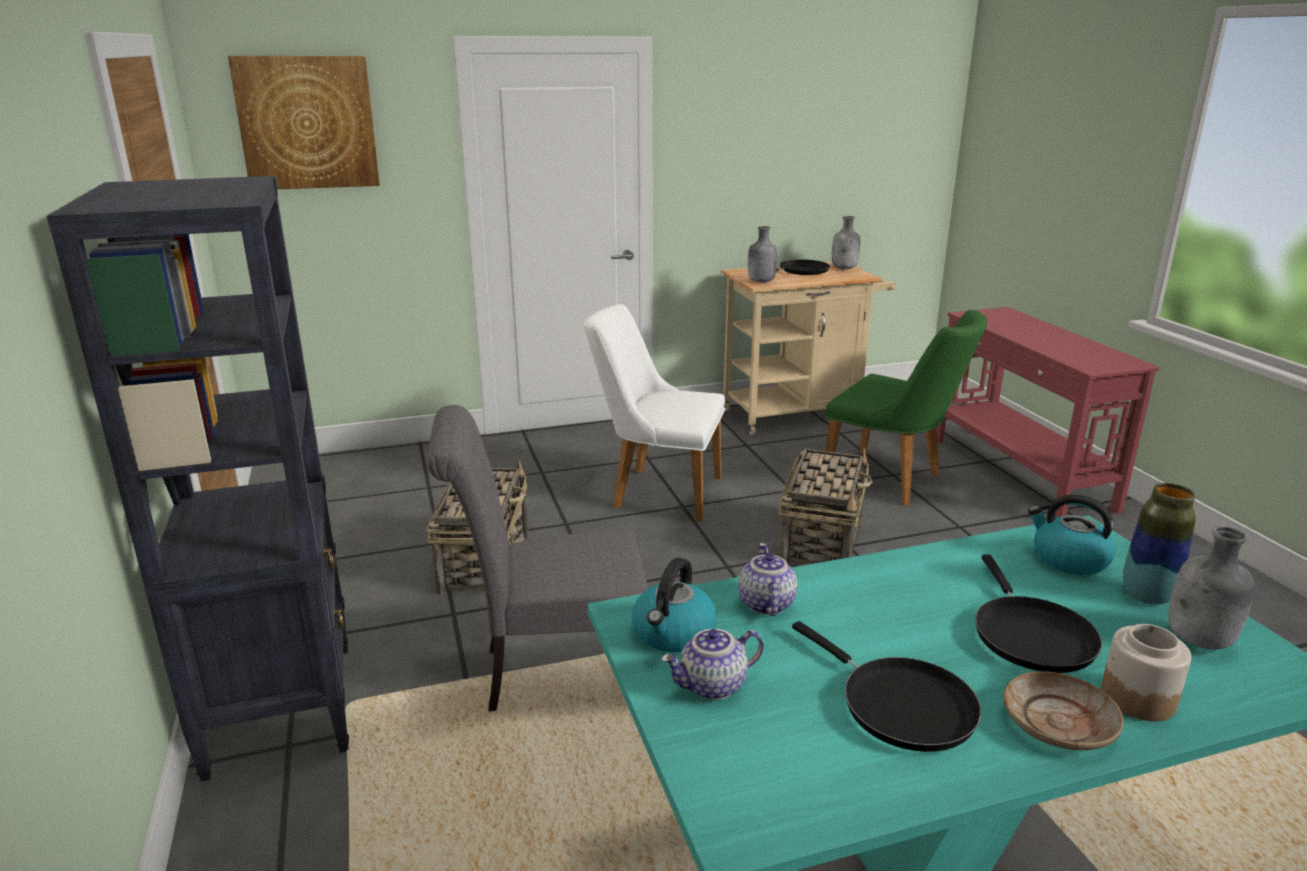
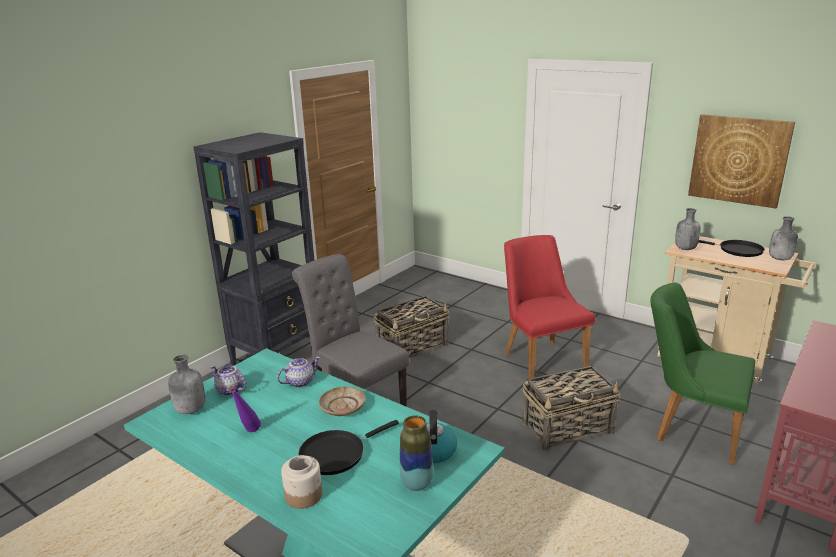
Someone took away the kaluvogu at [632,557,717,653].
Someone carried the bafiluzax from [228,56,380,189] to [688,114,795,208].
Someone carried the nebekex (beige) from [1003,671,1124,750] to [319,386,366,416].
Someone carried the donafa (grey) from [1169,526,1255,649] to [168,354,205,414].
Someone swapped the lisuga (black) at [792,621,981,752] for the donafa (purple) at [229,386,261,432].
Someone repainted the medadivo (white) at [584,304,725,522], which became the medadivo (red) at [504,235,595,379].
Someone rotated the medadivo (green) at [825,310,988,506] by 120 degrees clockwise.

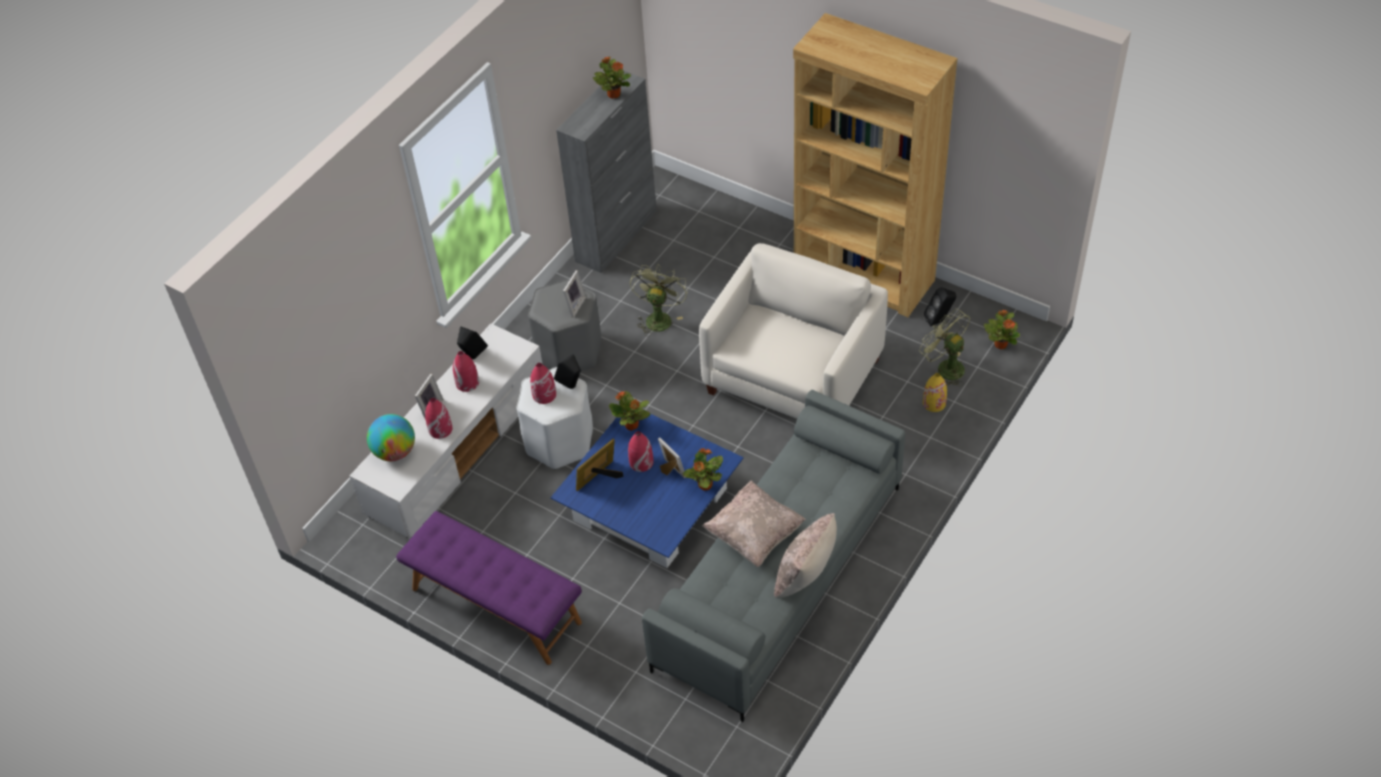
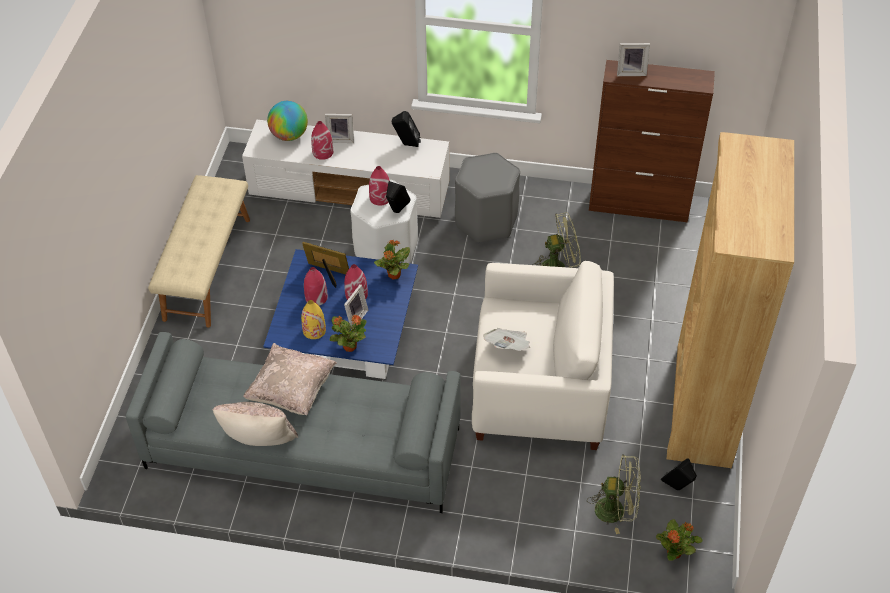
Someone took away the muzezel at [593,56,631,99].
Someone put down the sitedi at [483,328,530,351].
Someone carried the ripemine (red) from [453,351,479,392] to [304,267,328,306].
Someone carried the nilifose from [563,270,586,318] to [617,43,650,76].
Someone carried the ripemine (yellow) from [923,373,947,412] to [301,300,326,339].
Someone repainted the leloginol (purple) at [396,511,582,665], which became the leloginol (beige) at [148,175,250,328].
Someone repainted the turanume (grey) at [556,71,657,273], which became the turanume (brown) at [589,60,715,222].
Someone rotated the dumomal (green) at [919,309,970,386] by 75 degrees clockwise.

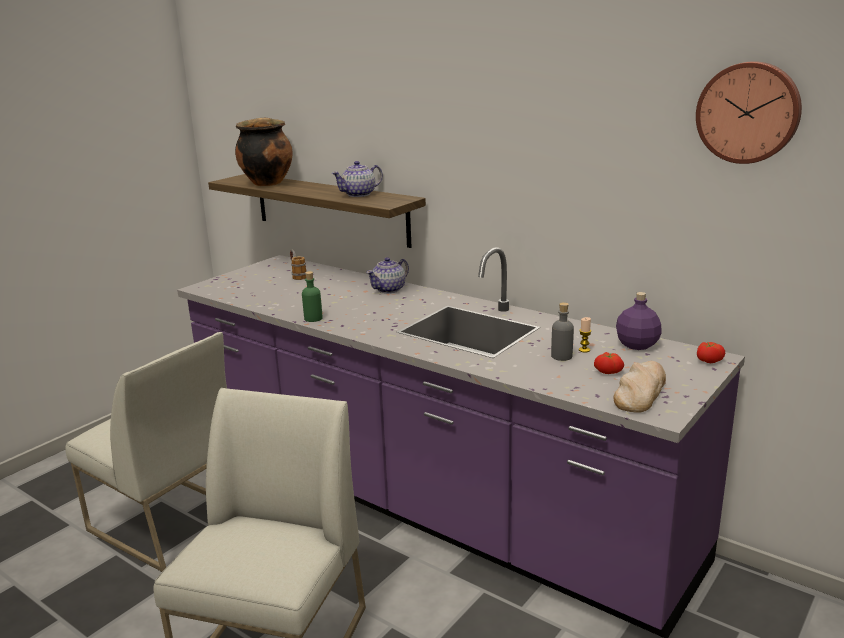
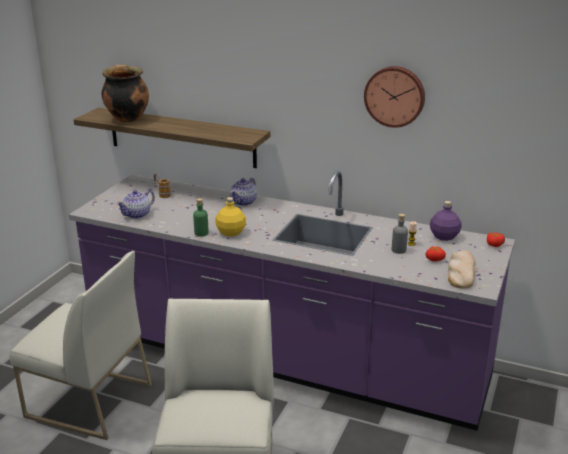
Someone put down the donafa (yellow) at [215,197,246,236].
Someone carried the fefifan from [332,161,383,197] to [116,190,155,219].
Someone carried the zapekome from [696,61,802,164] to [364,66,425,128].

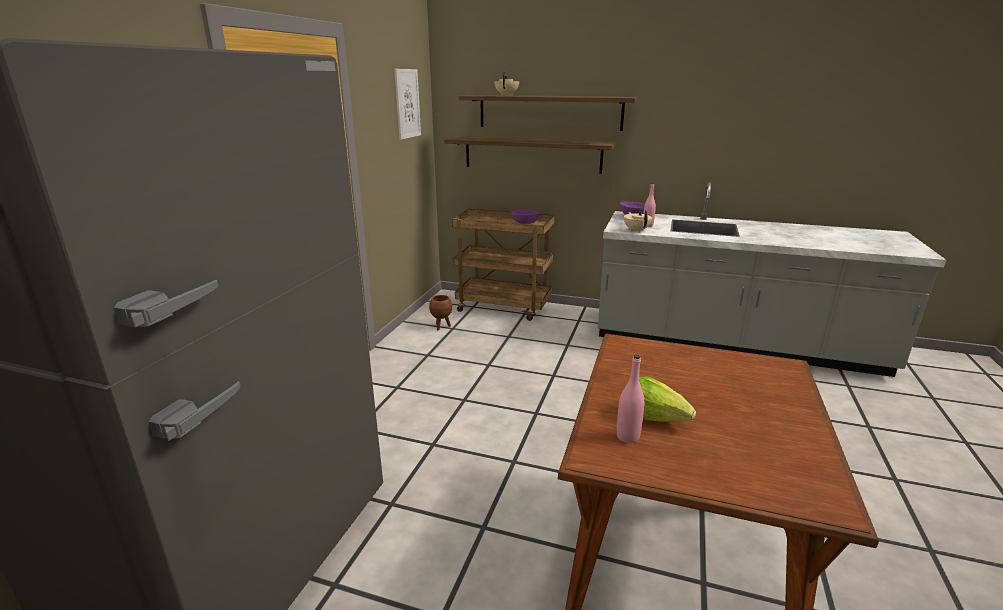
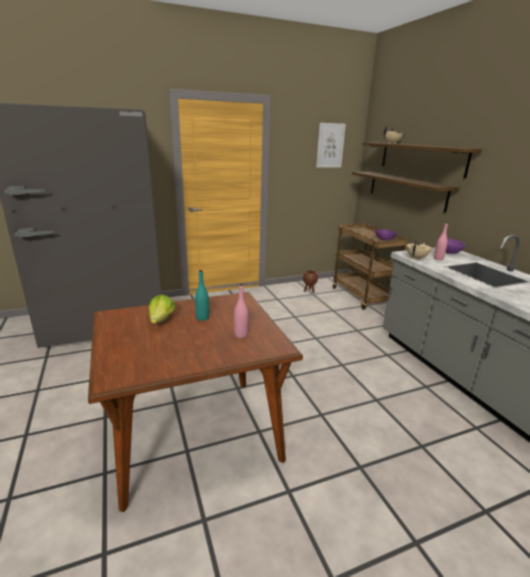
Someone put down the donafa (turquoise) at [195,270,209,321].
Someone carried the donafa (pink) from [617,354,644,443] to [234,284,249,338].

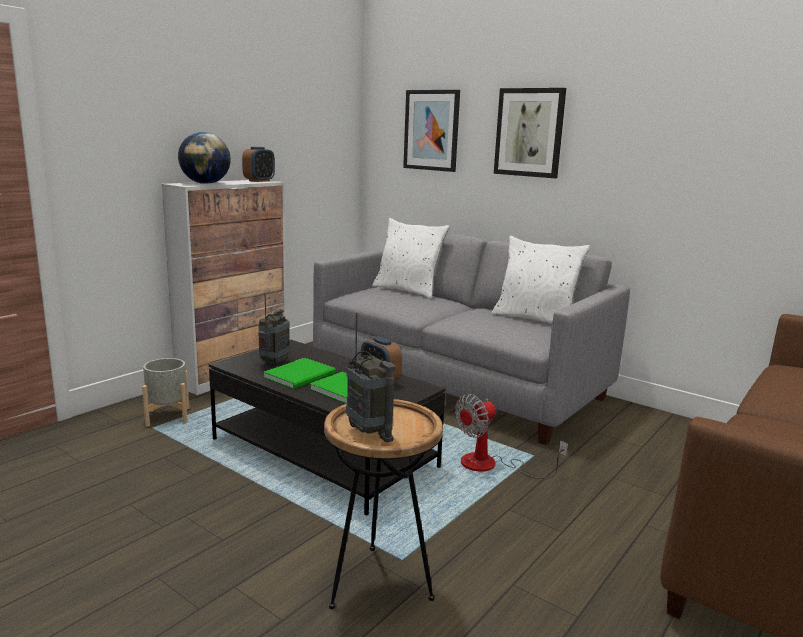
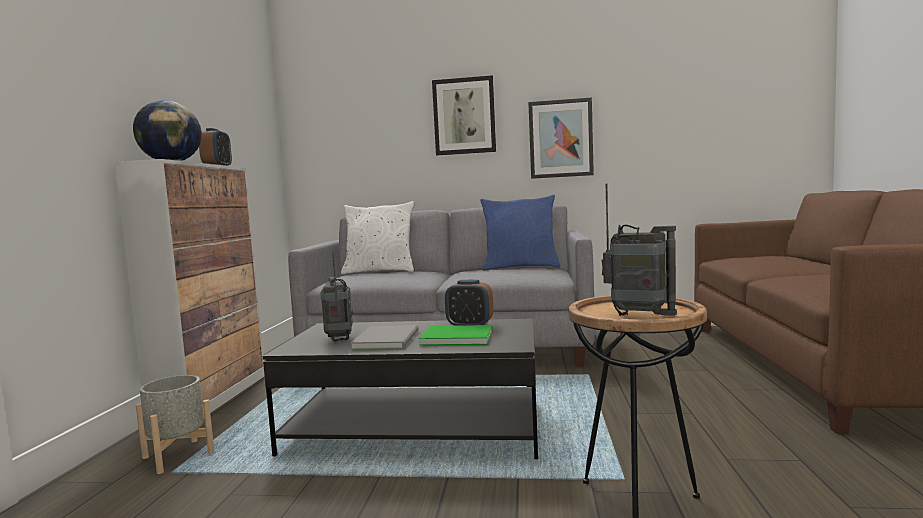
Someone took away the dumomal at [455,394,568,479].
Someone carried the bafiluzax from [403,90,460,172] to [528,98,594,179].
Someone repainted the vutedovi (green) at [263,358,336,389], which became the vutedovi (grey) at [351,325,418,350].
Someone repainted the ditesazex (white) at [492,236,590,324], which became the ditesazex (blue) at [480,195,560,271].

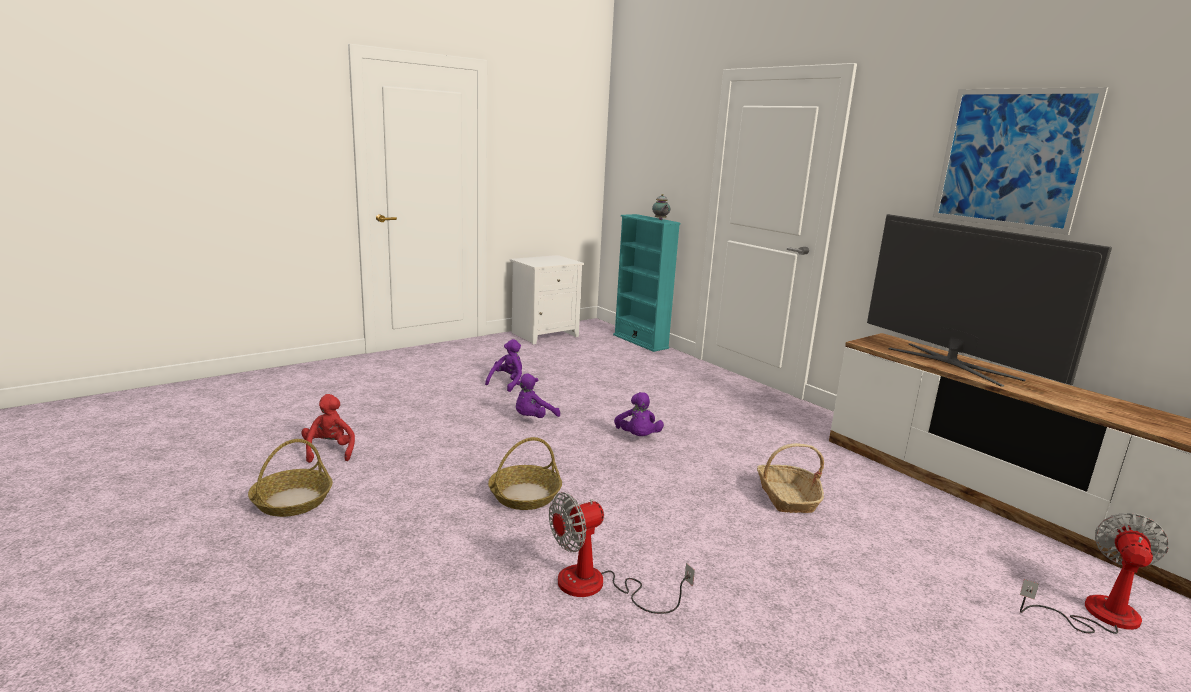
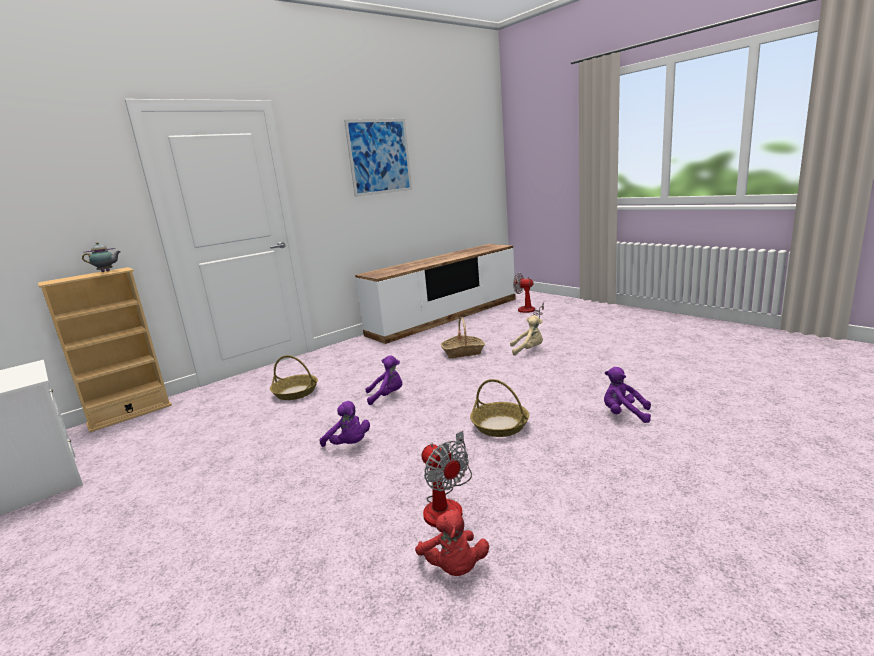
Someone took away the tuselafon at [867,214,1112,387].
Someone put down the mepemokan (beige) at [510,315,543,355].
Someone carried the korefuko from [248,439,333,517] to [270,355,318,400].
Someone carried the mepemokan (purple) from [485,339,522,392] to [604,367,651,423].
Someone carried the dumomal from [549,492,695,614] to [421,431,472,527].
Someone repainted the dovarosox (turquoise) at [613,214,681,352], which became the dovarosox (beige) at [38,267,172,433].
Someone rotated the mepemokan (red) at [301,394,355,463] by 90 degrees counterclockwise.

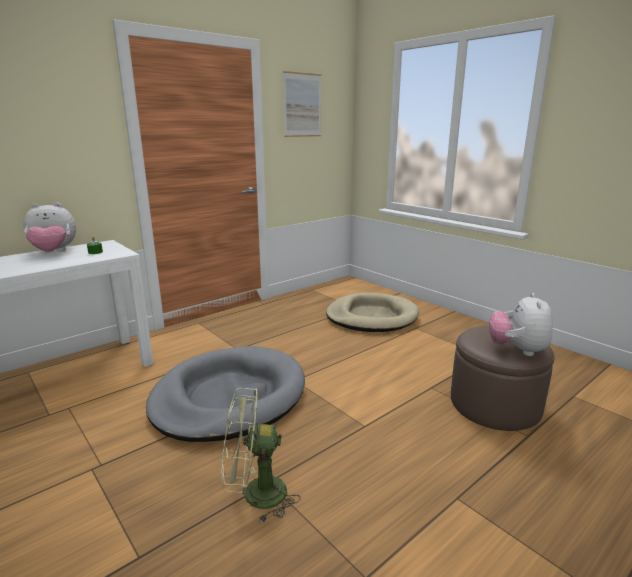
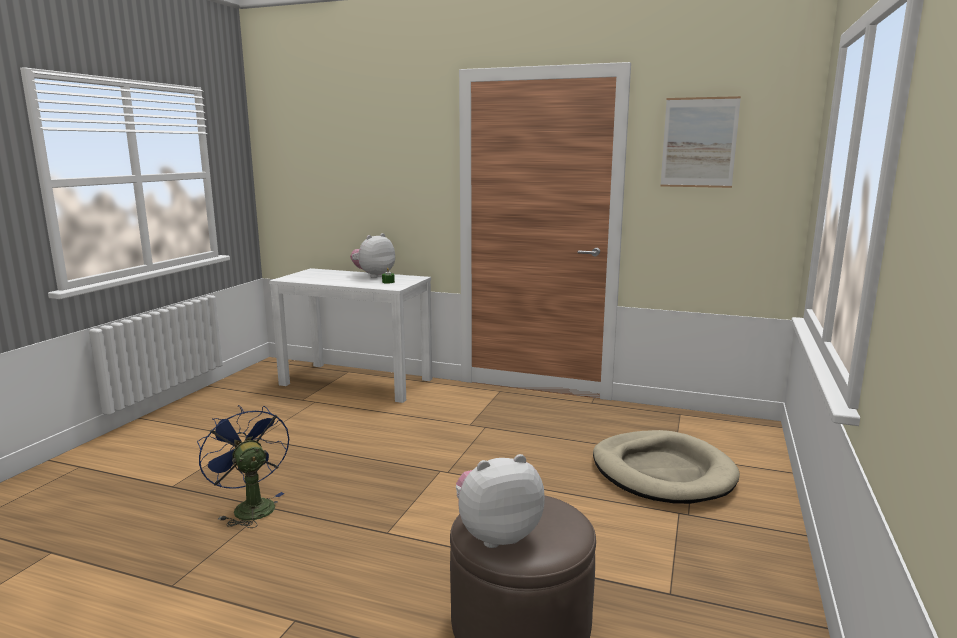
Someone took away the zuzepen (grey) at [146,346,305,442].
Someone repainted the dumomal (green) at [221,388,300,523], which became the dumomal (blue) at [197,405,289,528].
Someone rotated the mepemokan at [23,203,76,252] by 90 degrees clockwise.

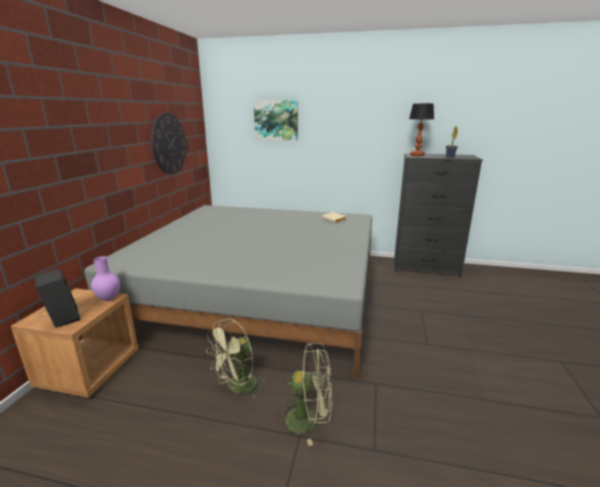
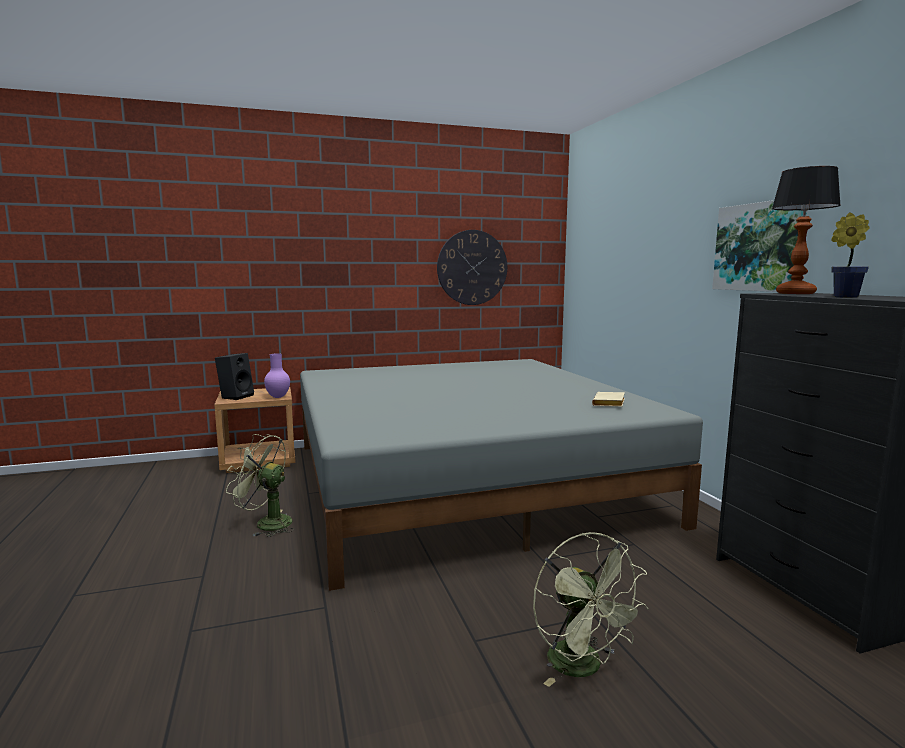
Someone carried the bafiluzax from [254,100,298,141] to [712,200,807,292].
Someone carried the dumomal (green) from [278,343,332,446] to [533,532,649,687].

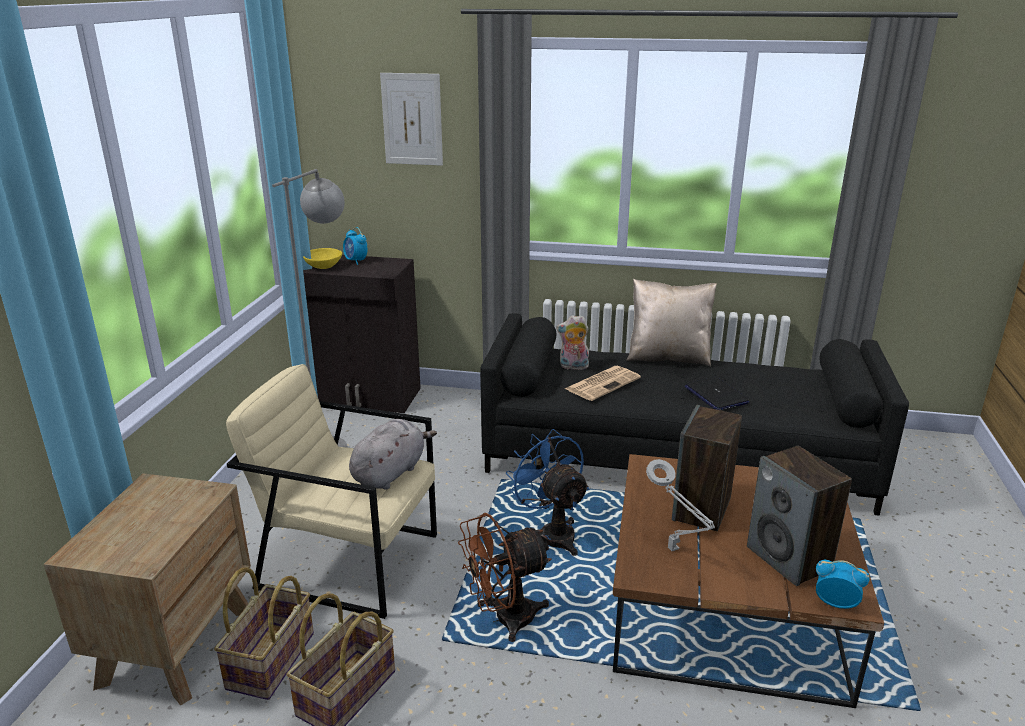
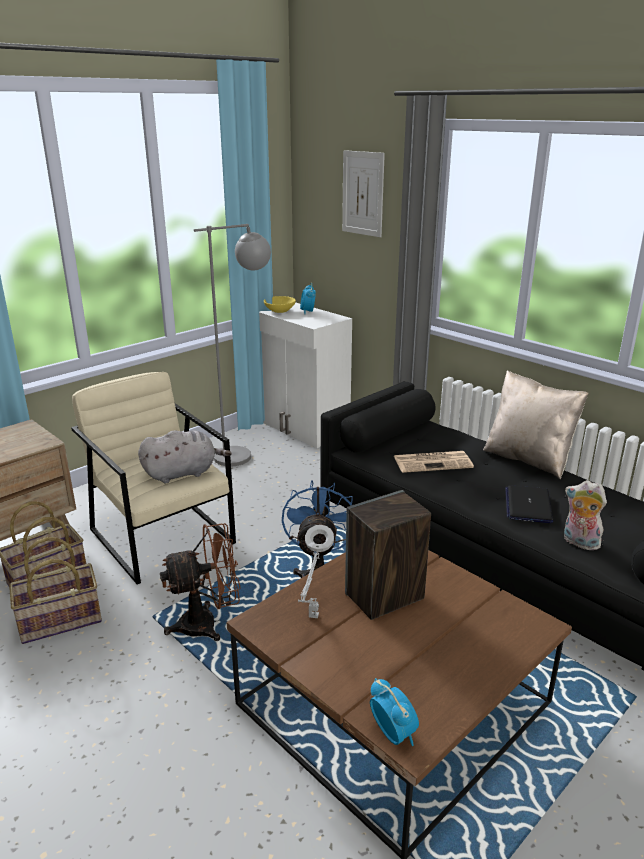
Someone took away the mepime at [747,446,852,586].
Someone carried the mepemokan from [556,315,589,370] to [564,480,607,550].
Someone repainted the turanume (black) at [303,255,421,413], which became the turanume (white) at [259,302,352,448].
Someone rotated the dumomal (brown) at [458,513,552,642] by 150 degrees clockwise.

